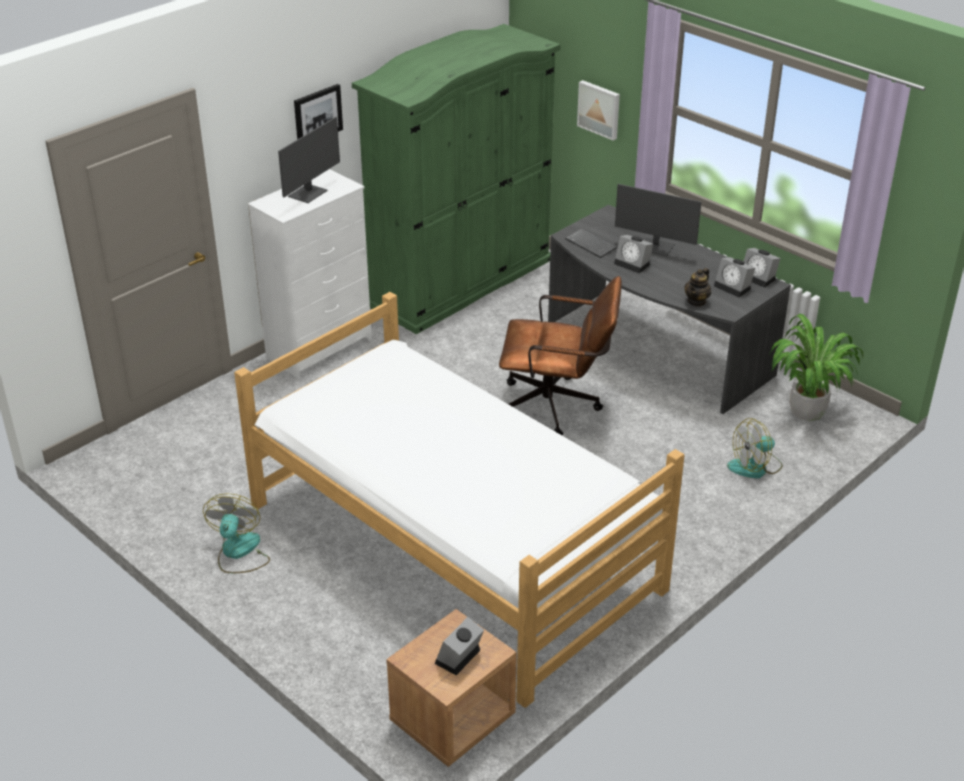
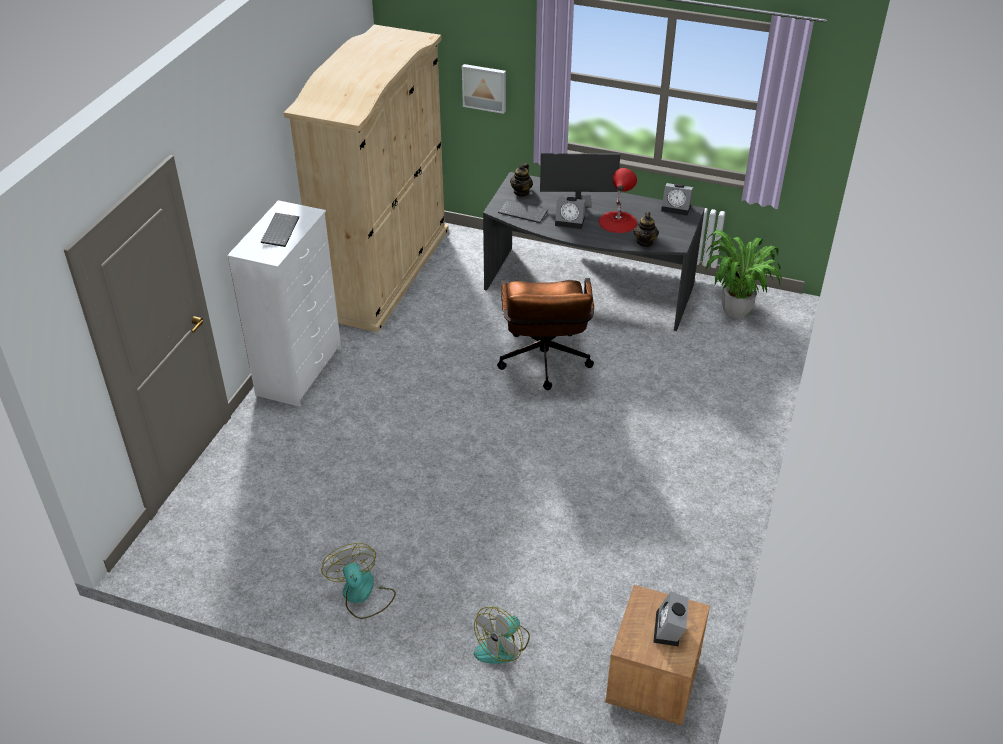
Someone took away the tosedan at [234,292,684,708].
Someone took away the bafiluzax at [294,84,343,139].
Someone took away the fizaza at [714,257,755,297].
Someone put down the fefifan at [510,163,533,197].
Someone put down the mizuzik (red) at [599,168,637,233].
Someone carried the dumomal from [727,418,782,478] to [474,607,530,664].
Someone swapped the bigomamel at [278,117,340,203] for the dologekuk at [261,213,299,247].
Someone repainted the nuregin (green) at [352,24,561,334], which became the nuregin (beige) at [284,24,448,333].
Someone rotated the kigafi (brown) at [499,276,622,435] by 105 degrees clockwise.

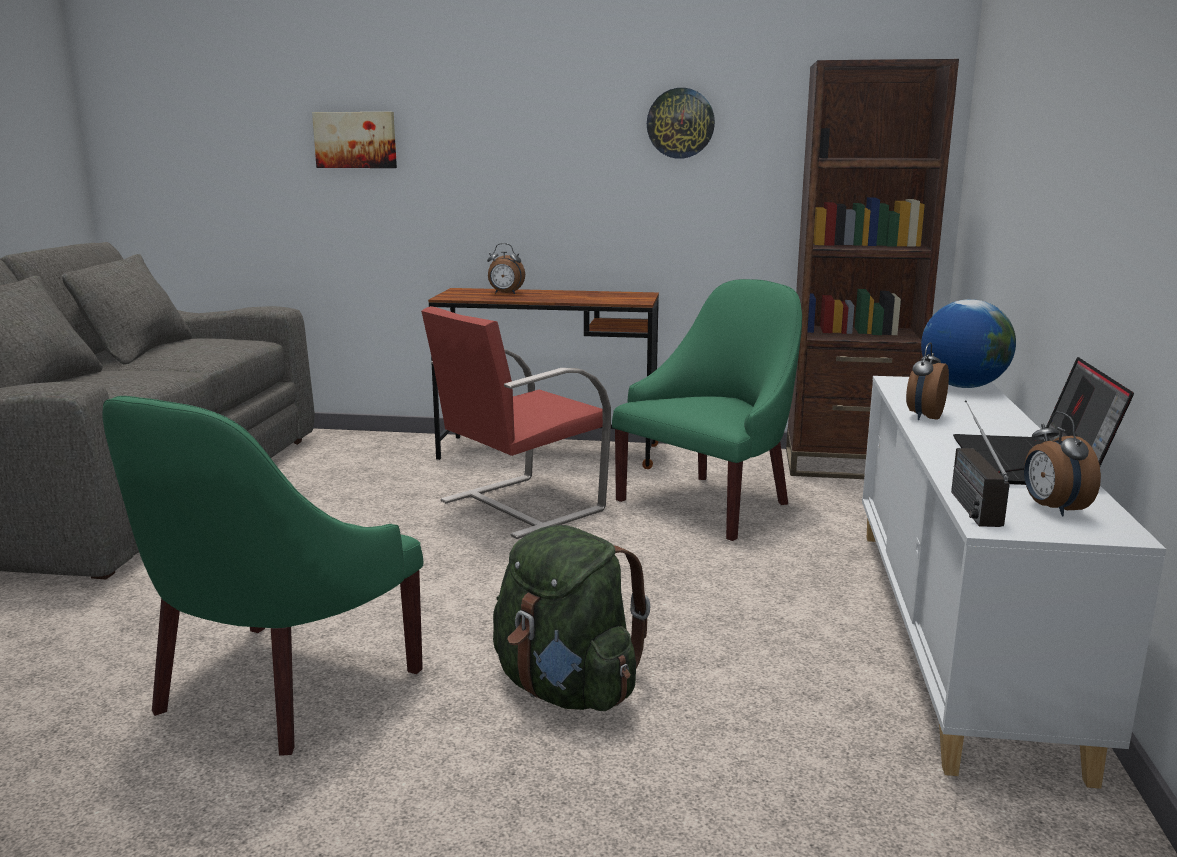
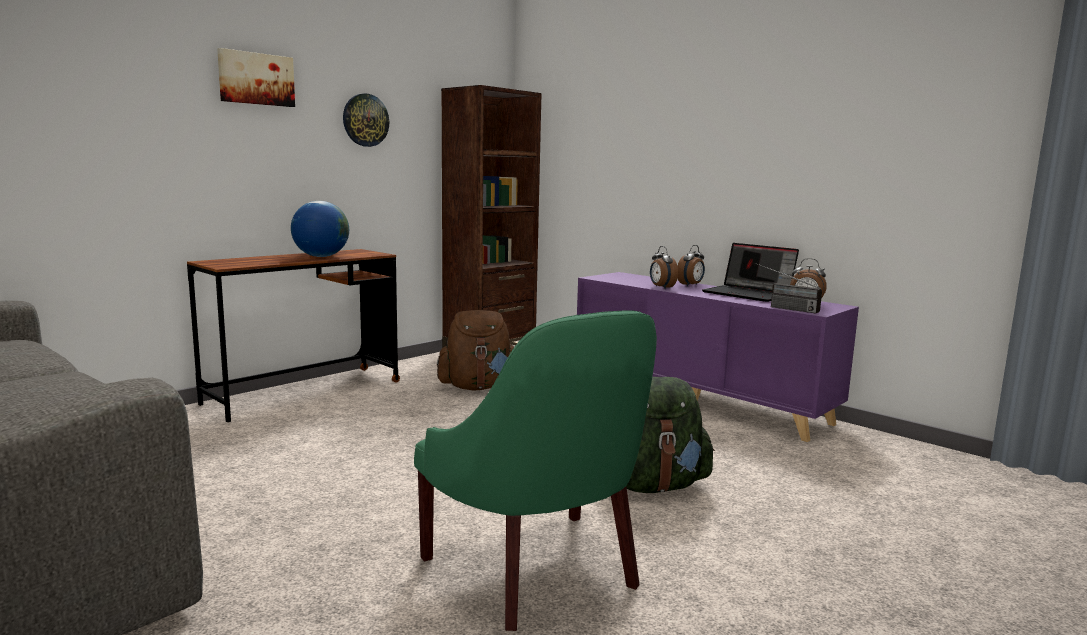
Someone took away the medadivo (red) at [421,306,611,539].
Someone carried the bafiluzax from [312,112,397,168] to [217,48,295,107].
Someone carried the fizaza from [487,243,525,294] to [678,245,705,286].
Someone carried the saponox from [921,299,1016,388] to [291,201,349,257].
Someone swapped the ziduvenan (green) at [612,279,802,541] for the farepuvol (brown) at [437,310,514,391].
Someone repainted the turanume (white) at [862,376,1166,789], which became the turanume (purple) at [577,272,859,442].

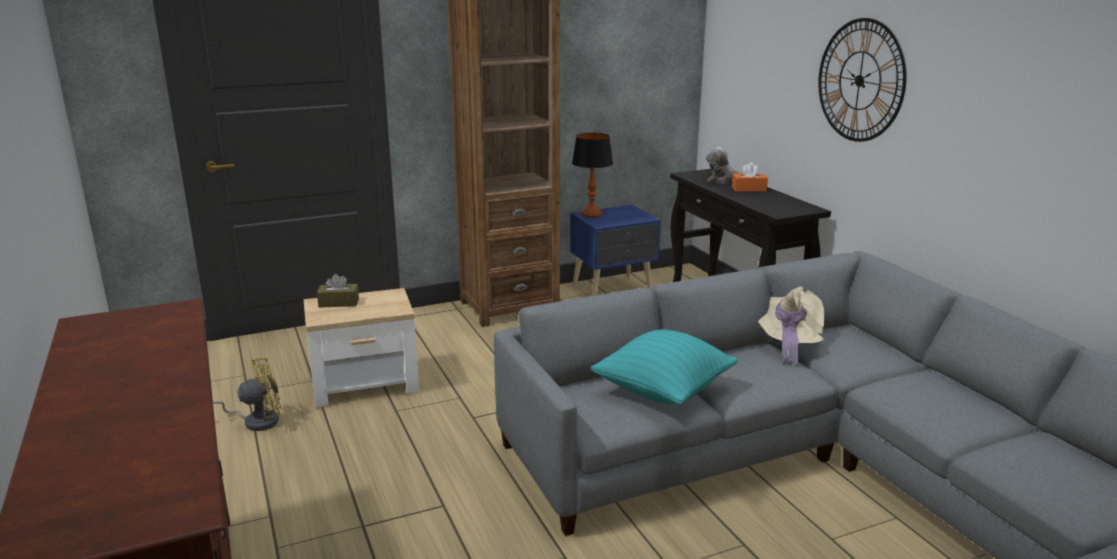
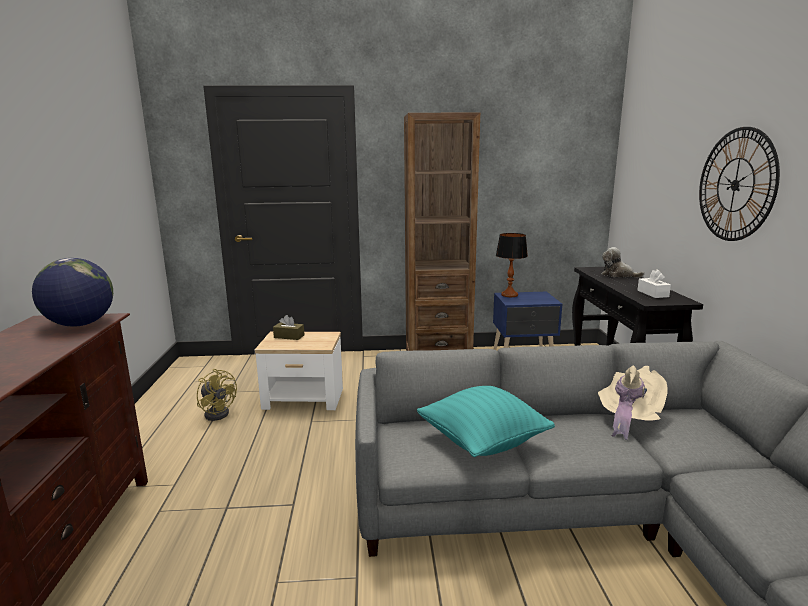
Someone took away the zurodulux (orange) at [732,162,768,192].
Someone put down the saponox at [32,258,113,327].
Someone put down the zurodulux (white) at [637,269,671,298].
Someone rotated the dumomal (yellow) at [213,358,281,431] by 45 degrees clockwise.

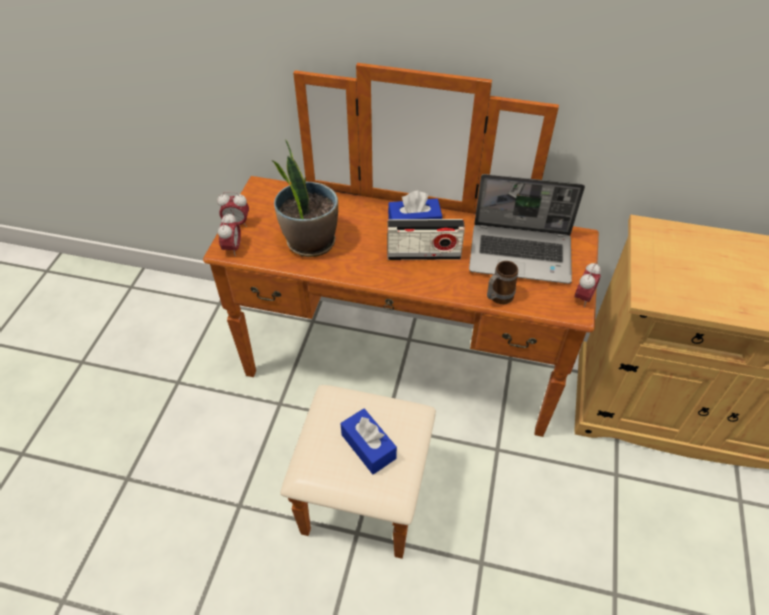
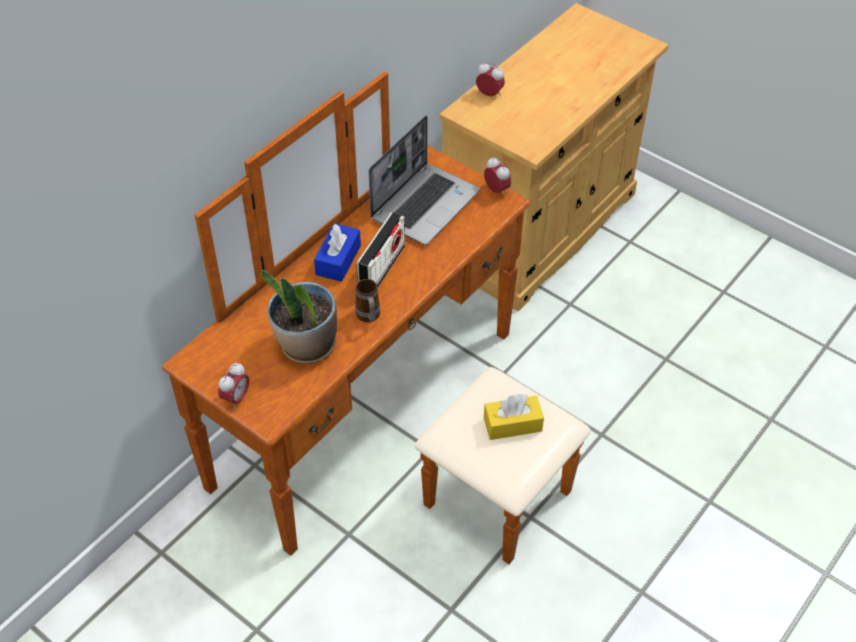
Someone carried the fizaza from [218,213,241,256] to [476,62,505,96].
Someone carried the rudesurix from [487,261,518,304] to [355,279,380,322].
Someone repainted the zurodulux (blue) at [341,408,397,475], which became the zurodulux (yellow) at [484,394,544,440].

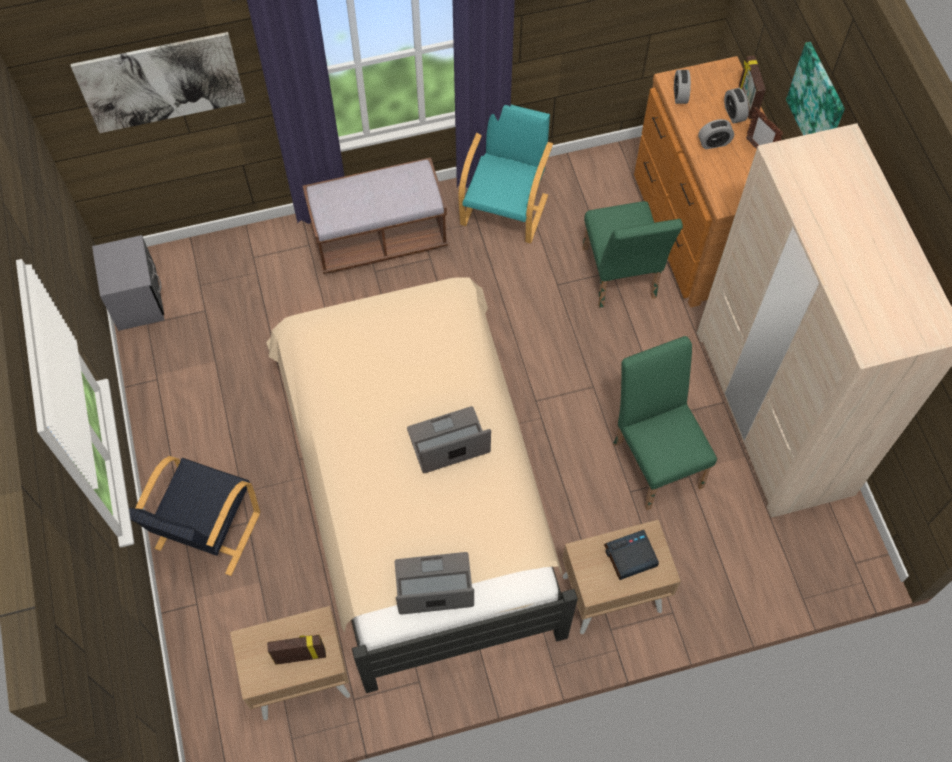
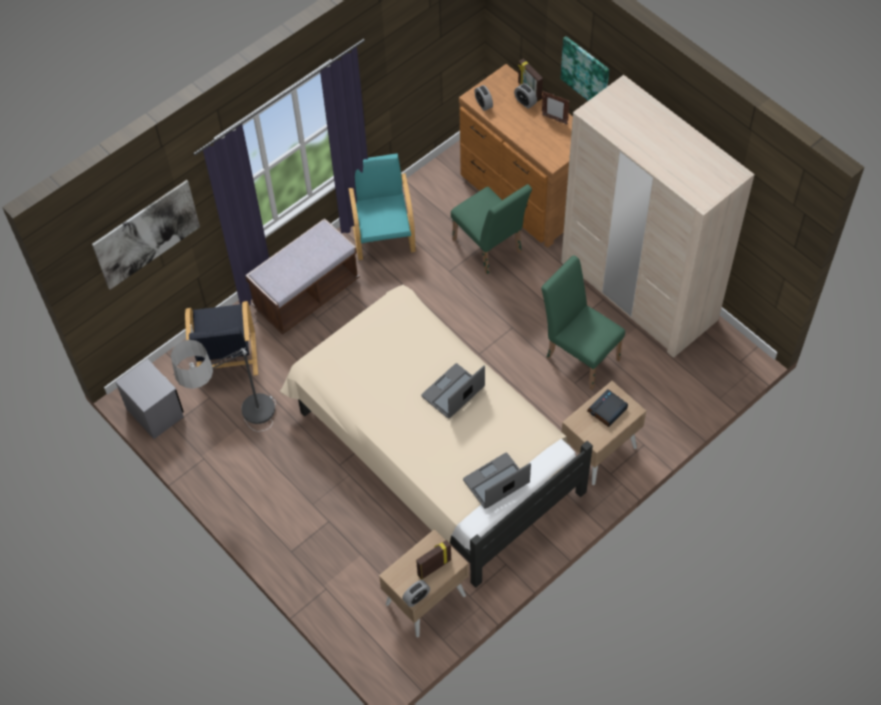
Someone put down the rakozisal at [171,340,276,432].
Someone carried the ziduvenan (black) from [129,456,260,576] to [185,301,258,375].
Someone carried the fizaza from [698,119,734,149] to [402,580,430,607].

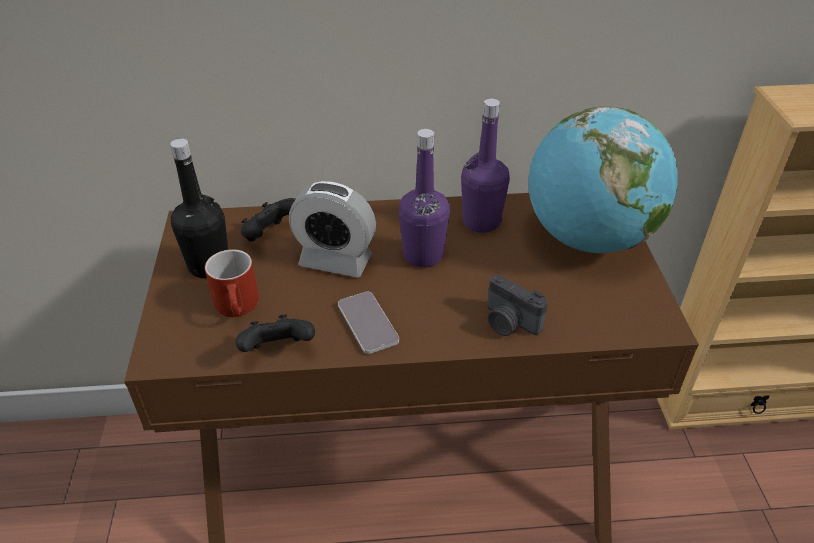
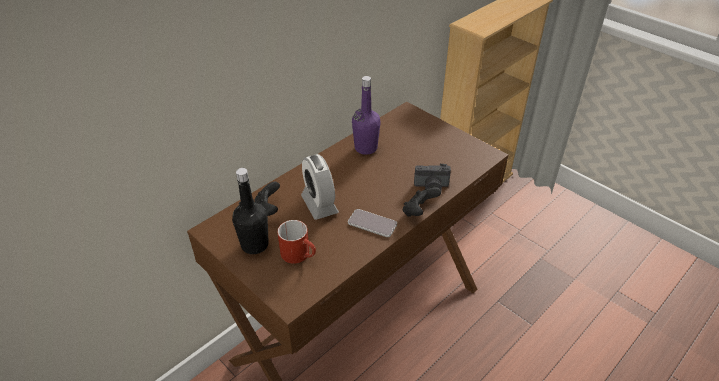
Someone took away the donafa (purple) at [399,129,450,267].
Someone took away the saponox at [528,107,678,253].
Someone carried the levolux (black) from [236,314,315,352] to [403,187,441,217].
Someone rotated the fizaza at [289,181,376,278] by 90 degrees clockwise.

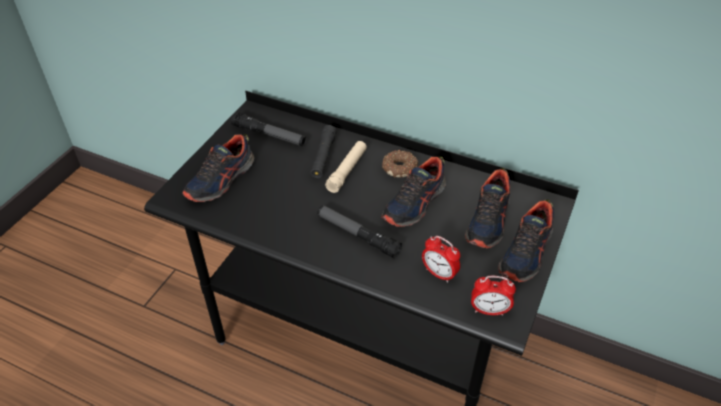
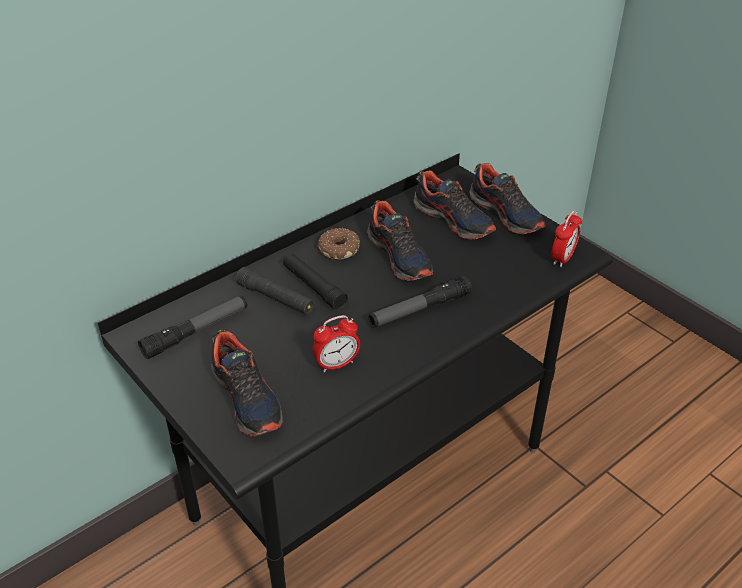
Someone carried the fizaza from [422,236,460,283] to [312,315,360,373].
Someone repainted the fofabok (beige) at [325,141,367,193], which became the fofabok (black) at [283,254,348,310].

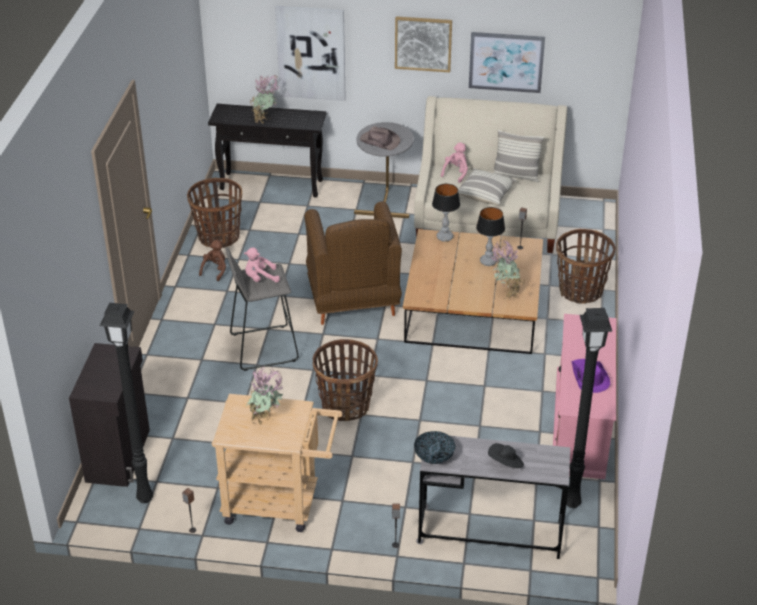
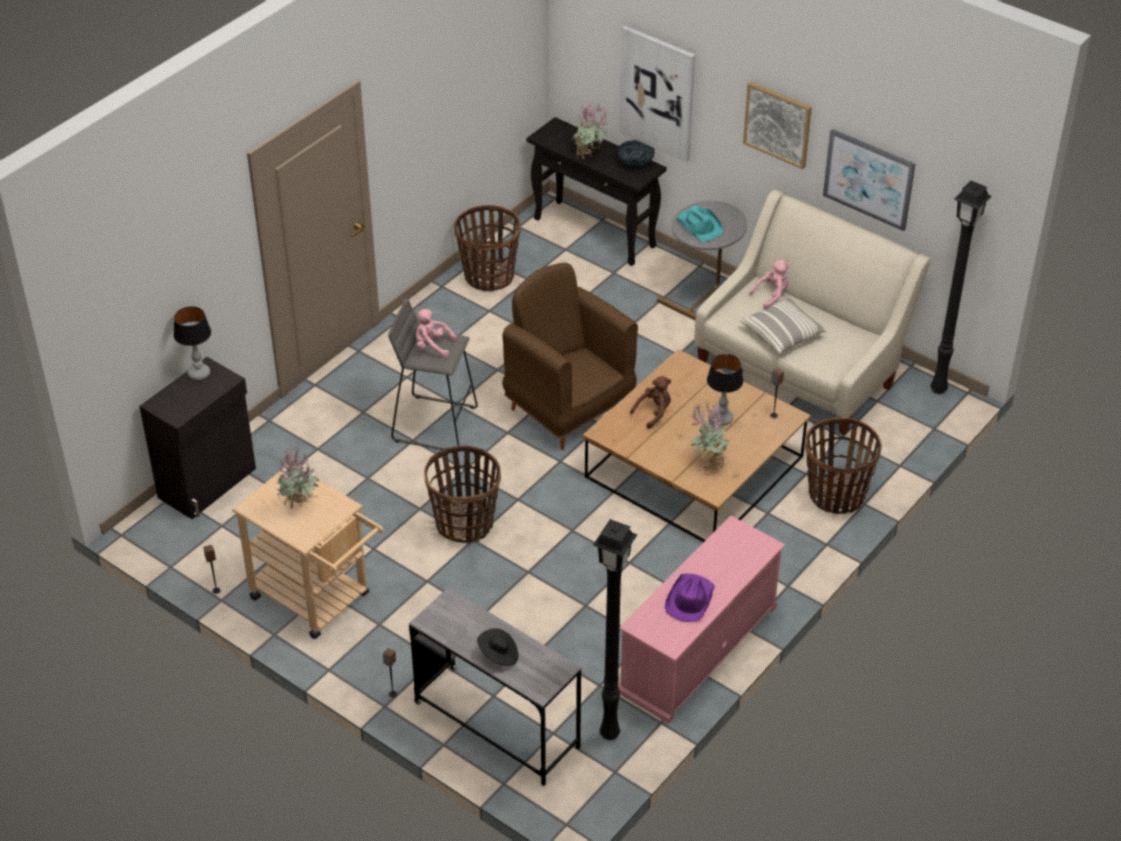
Someone took away the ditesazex at [494,129,544,182].
Someone carried the rakozisal (black) from [100,303,153,503] to [931,181,992,394].
Someone carried the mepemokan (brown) from [199,240,226,281] to [630,376,671,429].
Someone carried the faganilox from [414,431,456,464] to [617,140,655,167].
Someone carried the mizuzik from [432,184,460,242] to [173,306,211,380].
Someone repainted the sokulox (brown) at [360,126,401,150], which became the sokulox (turquoise) at [676,205,723,242].
Someone rotated the ziduvenan (brown) at [304,201,402,325] by 120 degrees clockwise.

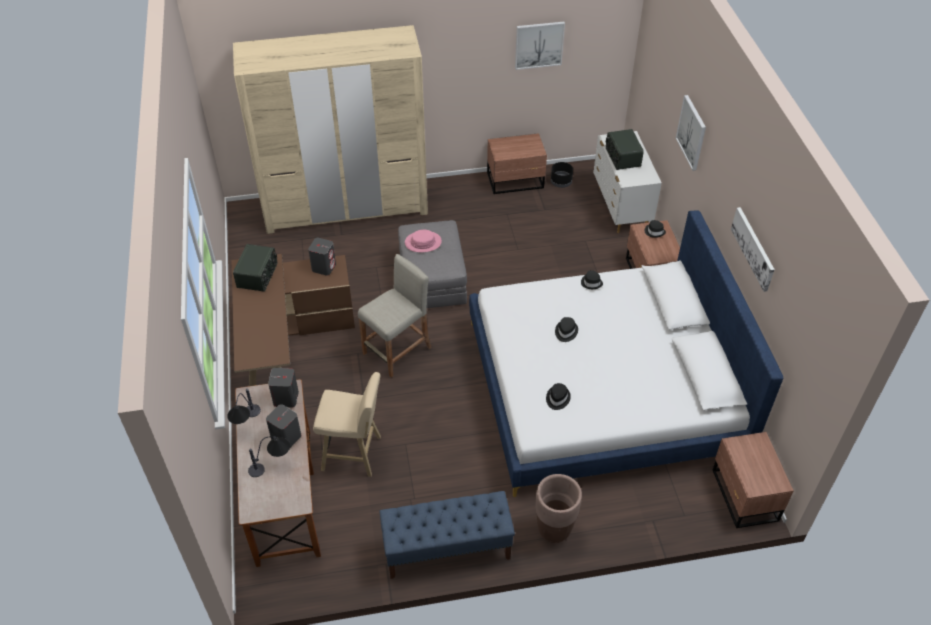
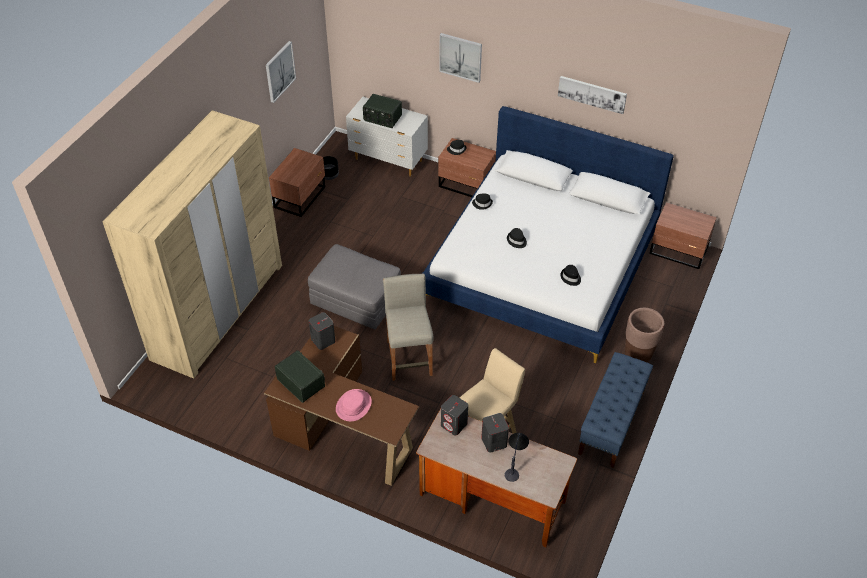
Someone took away the mizuzik at [227,389,261,424].
Someone carried the sokulox (pink) from [405,230,442,252] to [336,389,372,421].

